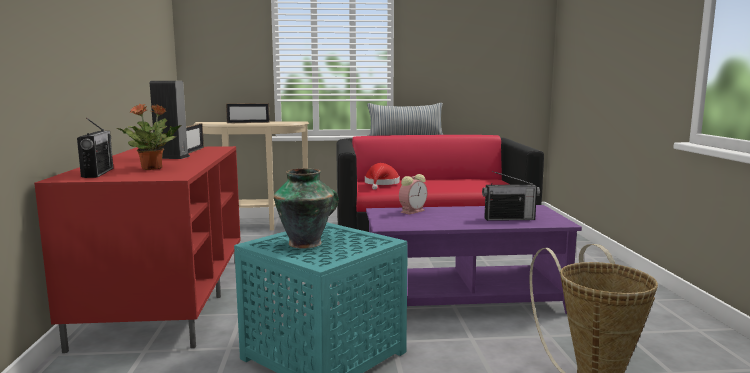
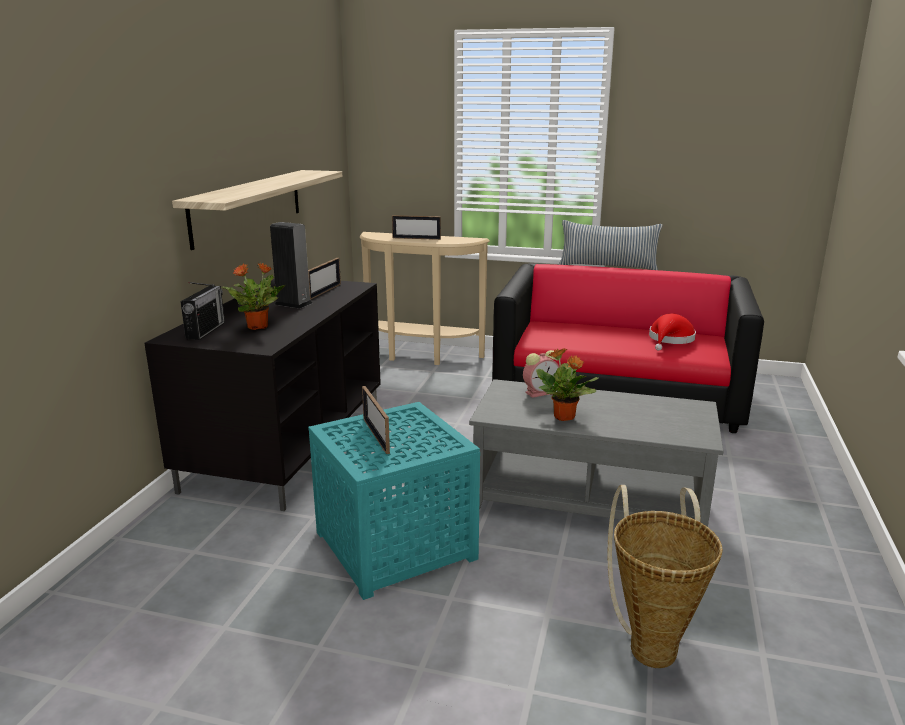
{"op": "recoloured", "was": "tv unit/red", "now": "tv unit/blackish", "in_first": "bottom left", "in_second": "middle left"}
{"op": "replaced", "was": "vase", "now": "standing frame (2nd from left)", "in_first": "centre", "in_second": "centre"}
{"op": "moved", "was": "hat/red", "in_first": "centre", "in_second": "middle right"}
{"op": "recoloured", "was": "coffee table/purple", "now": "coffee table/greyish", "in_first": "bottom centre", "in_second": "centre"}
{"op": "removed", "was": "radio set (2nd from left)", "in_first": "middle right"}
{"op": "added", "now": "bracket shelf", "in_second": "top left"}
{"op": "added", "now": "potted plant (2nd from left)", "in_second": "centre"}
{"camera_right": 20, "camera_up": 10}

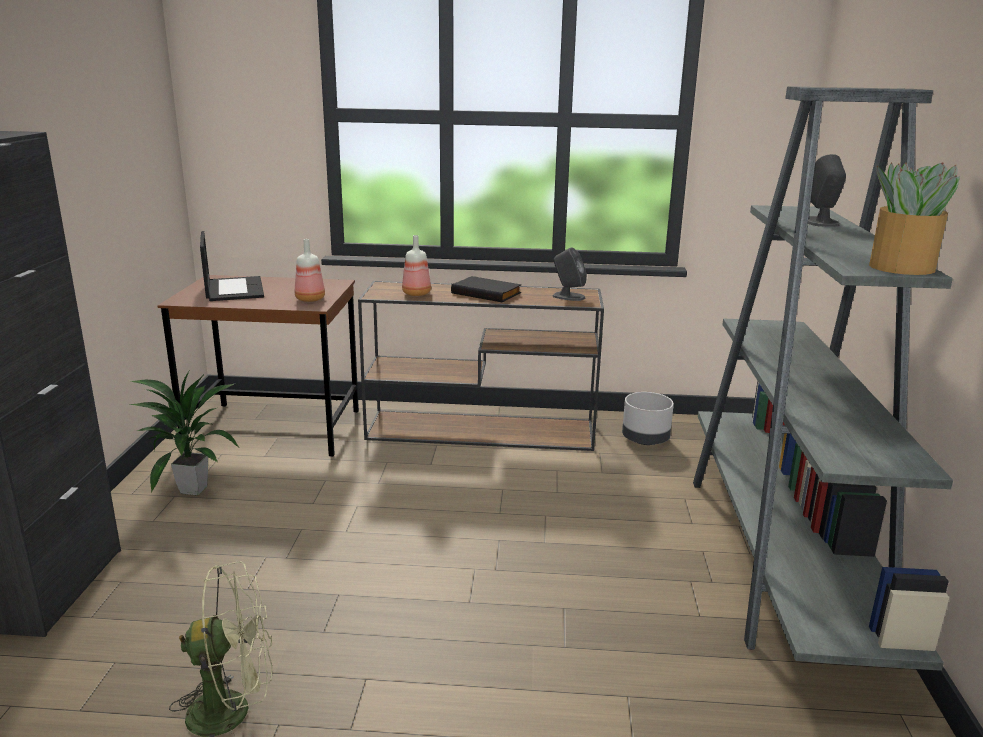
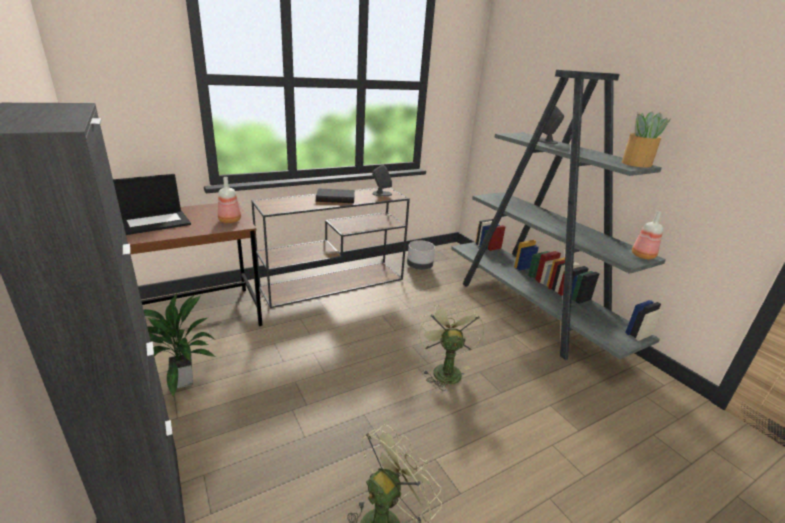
{"op": "turned", "was": "notebook computer", "in_first": "middle left", "in_second": "middle left", "clockwise": 105}
{"op": "moved", "was": "beverage bottle (2nd from left)", "in_first": "centre", "in_second": "middle right"}
{"op": "added", "now": "electric fan/green-coloured (2nd from left)", "in_second": "centre"}
{"camera_right": -35, "camera_up": 5}

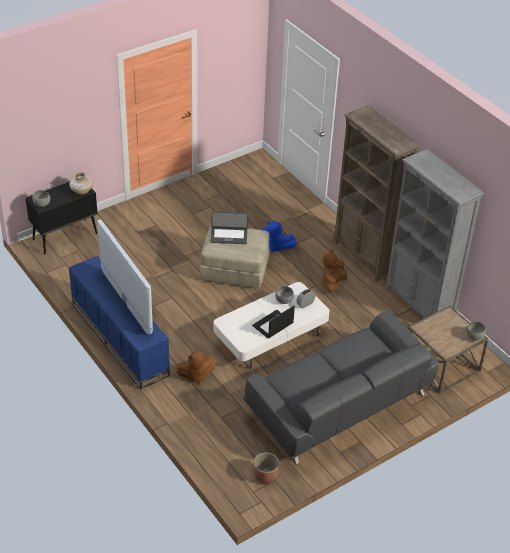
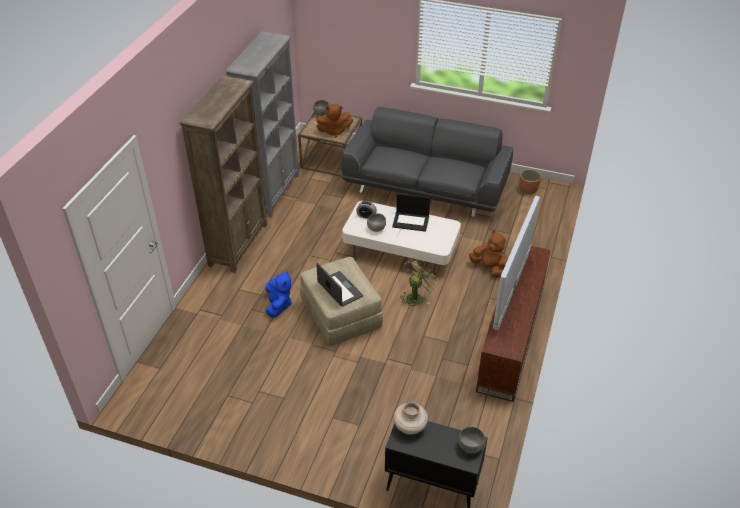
{"op": "recoloured", "was": "tv unit/bluish", "now": "tv unit/brown", "in_first": "middle left", "in_second": "middle right"}
{"op": "moved", "was": "soft toy/brown (2nd from left in the first image)", "now": "soft toy/brown (1st from left)", "in_first": "centre", "in_second": "top centre"}
{"op": "added", "now": "electric fan/green-coloured", "in_second": "centre"}
{"camera_right": -125, "camera_up": 0}

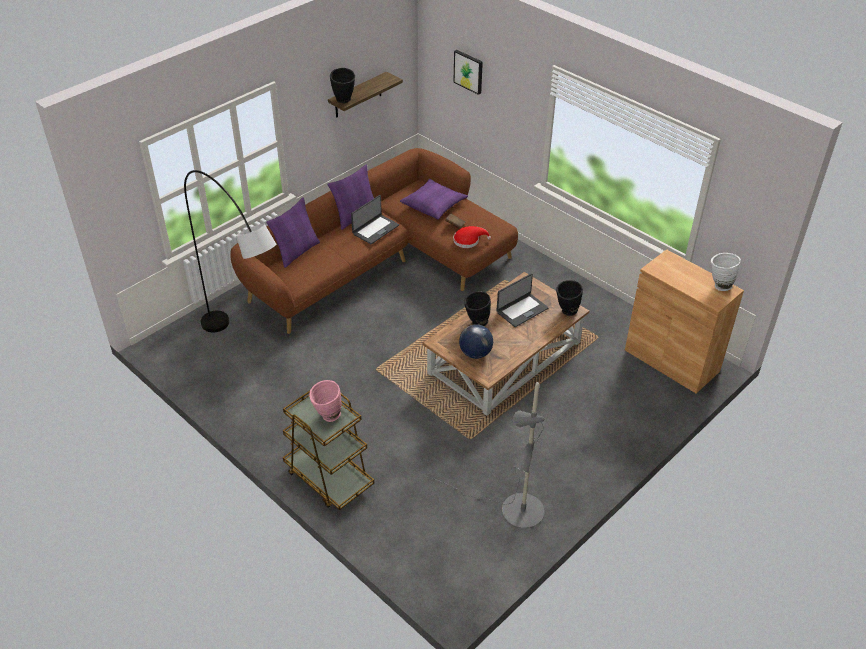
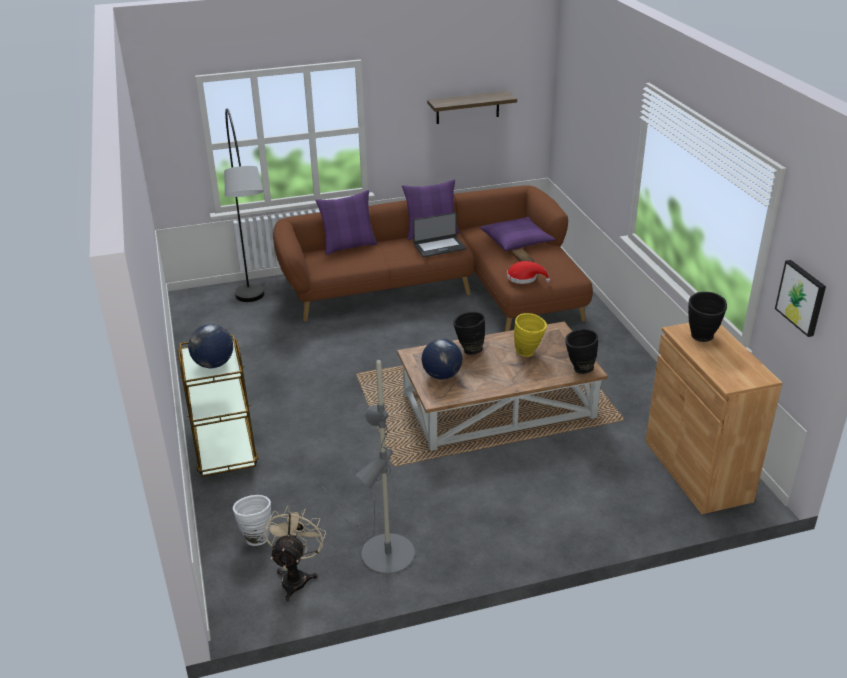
{"op": "replaced", "was": "vase/pink-coloured", "now": "globe (1st from left)", "in_first": "centre", "in_second": "middle left"}
{"op": "moved", "was": "vase/blackish (1st from left in the first image)", "now": "vase/blackish (3rd from left)", "in_first": "top centre", "in_second": "middle right"}
{"op": "moved", "was": "wall picture", "in_first": "top centre", "in_second": "middle right"}
{"op": "replaced", "was": "notebook computer (2nd from left)", "now": "vase/yellow-coloured", "in_first": "centre", "in_second": "centre"}
{"op": "moved", "was": "vase/white-coloured", "in_first": "middle right", "in_second": "bottom left"}
{"op": "added", "now": "electric fan/beige", "in_second": "bottom centre"}
{"camera_right": 30, "camera_up": -10}

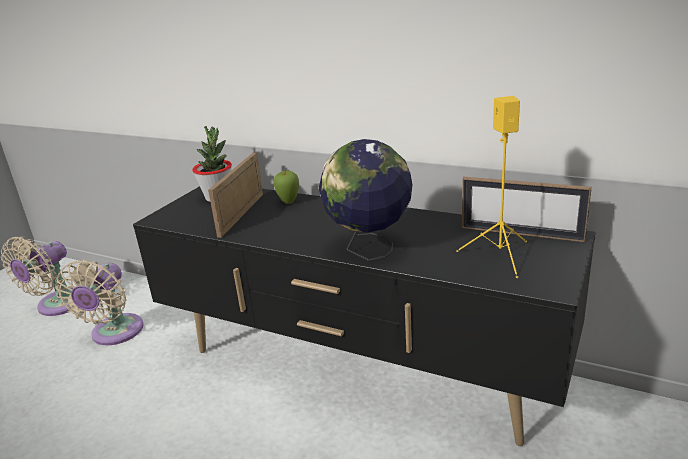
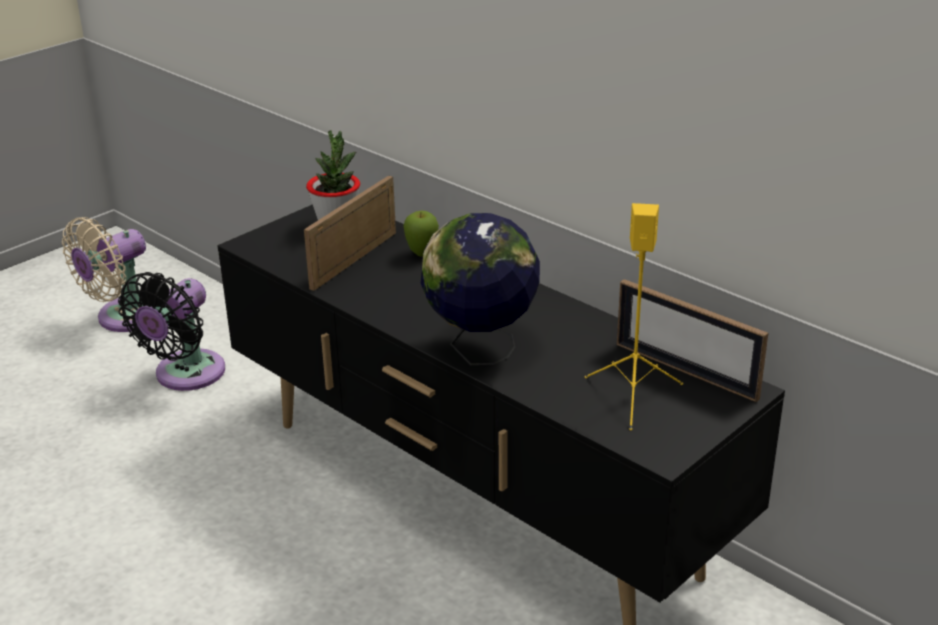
{"op": "recoloured", "was": "electric fan/beige (2nd from left)", "now": "electric fan/blackish", "in_first": "middle left", "in_second": "middle left"}
{"camera_right": 15, "camera_up": 5}

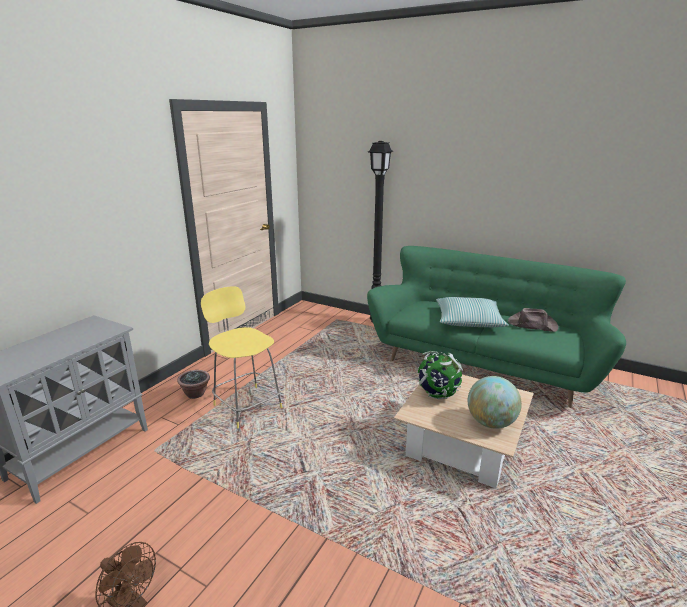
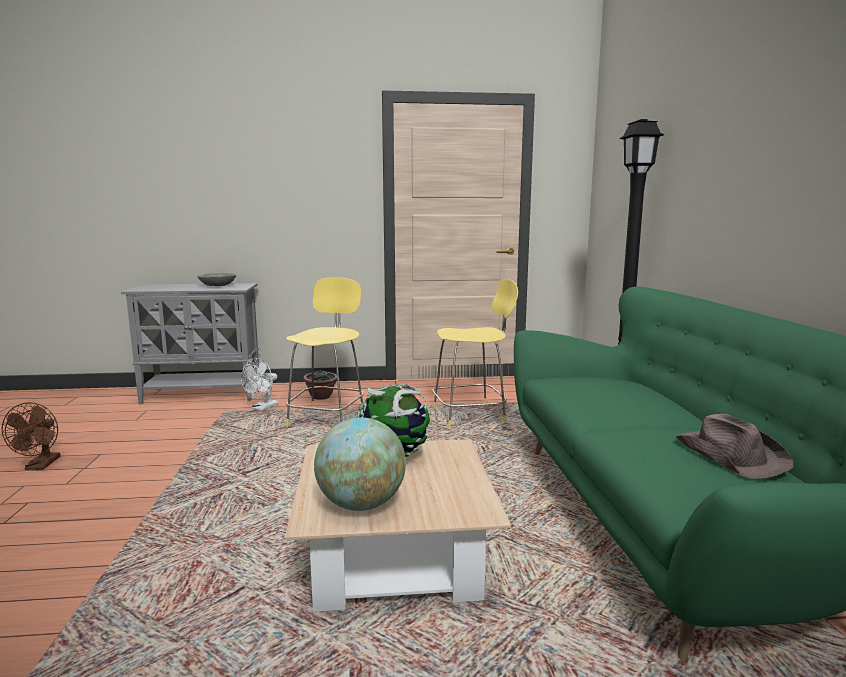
{"op": "removed", "was": "cushion", "in_first": "middle right"}
{"op": "added", "now": "deep dish/greyish", "in_second": "middle left"}
{"op": "added", "now": "electric fan/white-coloured", "in_second": "middle left"}
{"op": "added", "now": "stool seat/yellow-coloured (2nd from left)", "in_second": "centre"}
{"camera_right": 55, "camera_up": -10}

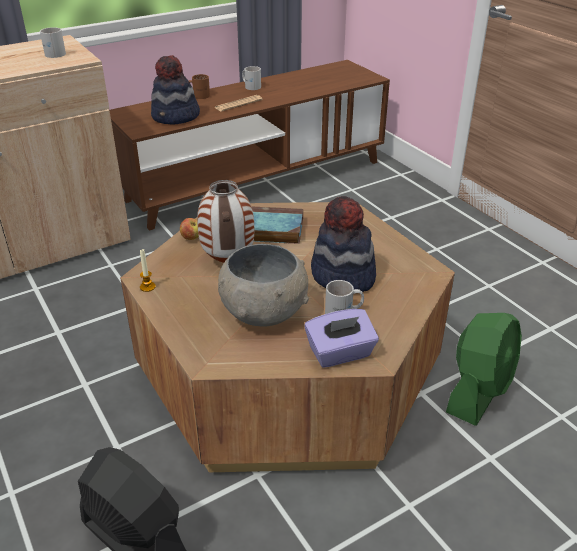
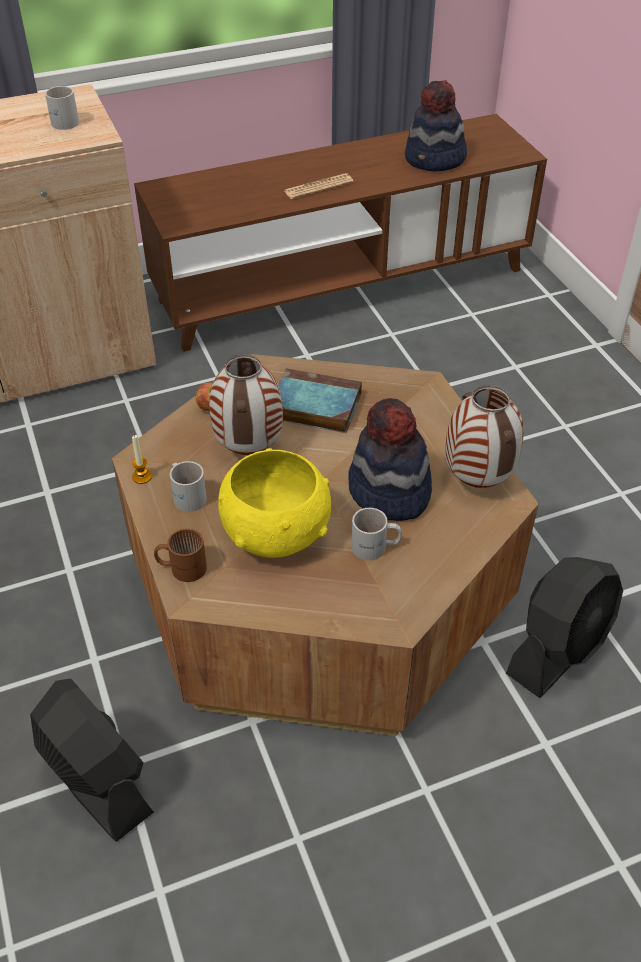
{"op": "moved", "was": "hat (1st from left in the first image)", "now": "hat (2nd from left)", "in_first": "top left", "in_second": "top right"}
{"op": "moved", "was": "mug/brown", "in_first": "top centre", "in_second": "middle left"}
{"op": "recoloured", "was": "deep dish/greyish", "now": "deep dish/yellow-coloured", "in_first": "centre", "in_second": "centre"}
{"op": "moved", "was": "mug/white-coloured (2nd from left)", "in_first": "top centre", "in_second": "middle left"}
{"op": "removed", "was": "tissue box/purple", "in_first": "centre"}
{"op": "recoloured", "was": "electric fan/green-coloured", "now": "electric fan/blackish (2nd from left)", "in_first": "bottom right", "in_second": "middle right"}
{"op": "added", "now": "vase (2nd from left)", "in_second": "middle right"}
{"camera_right": 10, "camera_up": 10}

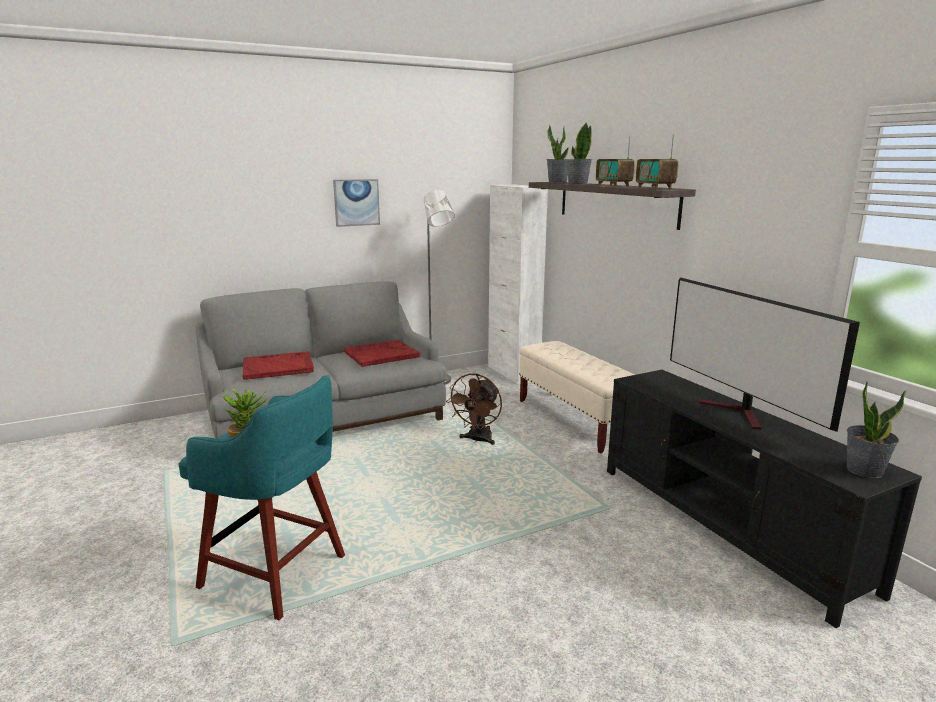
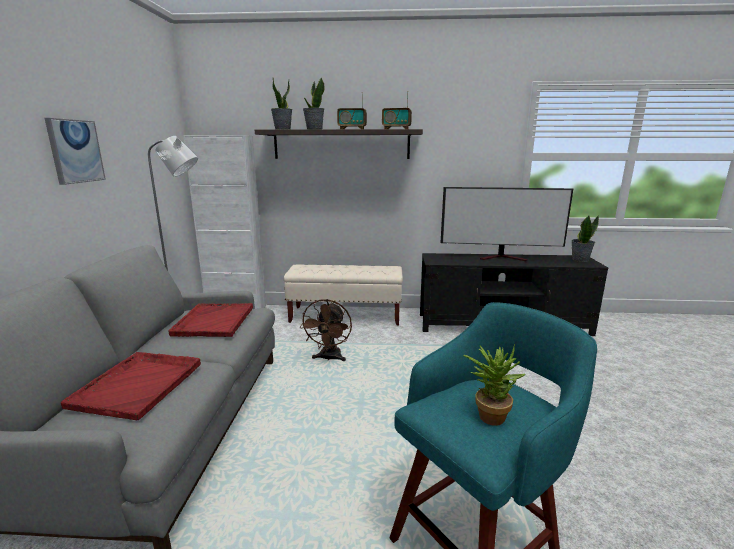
{"op": "turned", "was": "electric fan/brown", "in_first": "centre", "in_second": "centre", "clockwise": 45}
{"camera_right": -60, "camera_up": 0}

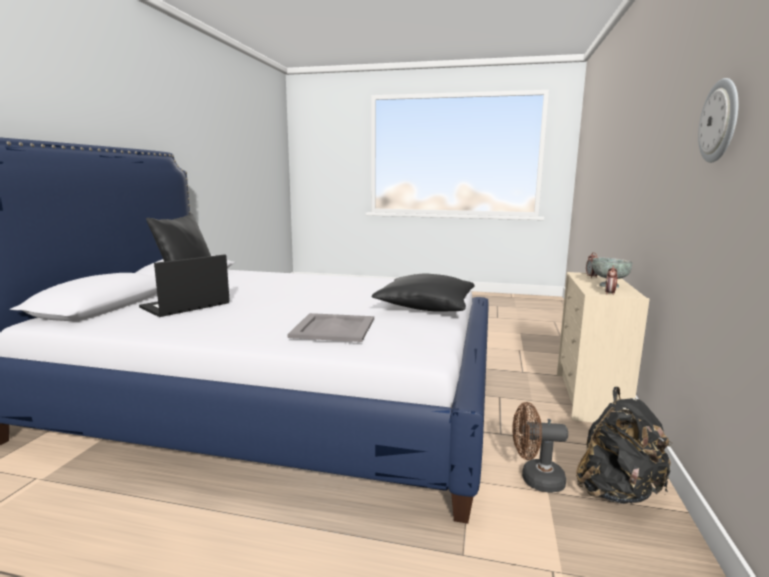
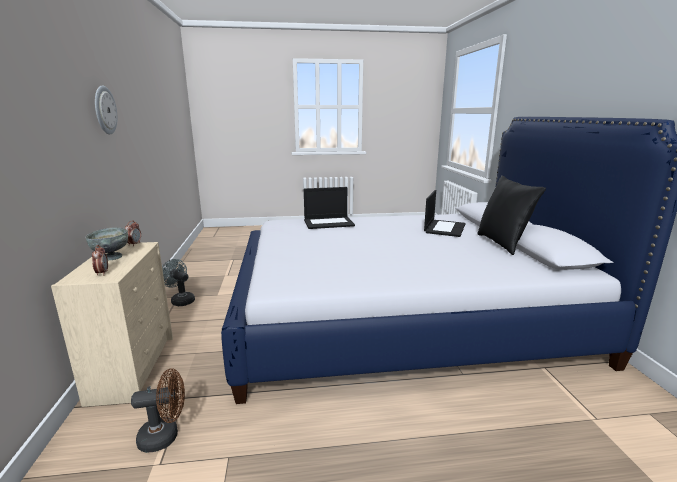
{"op": "replaced", "was": "carrying tray/greyish", "now": "notebook computer (1st from left)", "in_first": "centre", "in_second": "centre"}
{"op": "removed", "was": "cushion/blackish (2nd from left)", "in_first": "centre"}
{"op": "moved", "was": "electric fan/brown", "in_first": "bottom right", "in_second": "bottom left"}
{"op": "replaced", "was": "rucksack/blackish", "now": "electric fan/greyish", "in_first": "bottom right", "in_second": "middle left"}
{"camera_right": 160, "camera_up": 5}

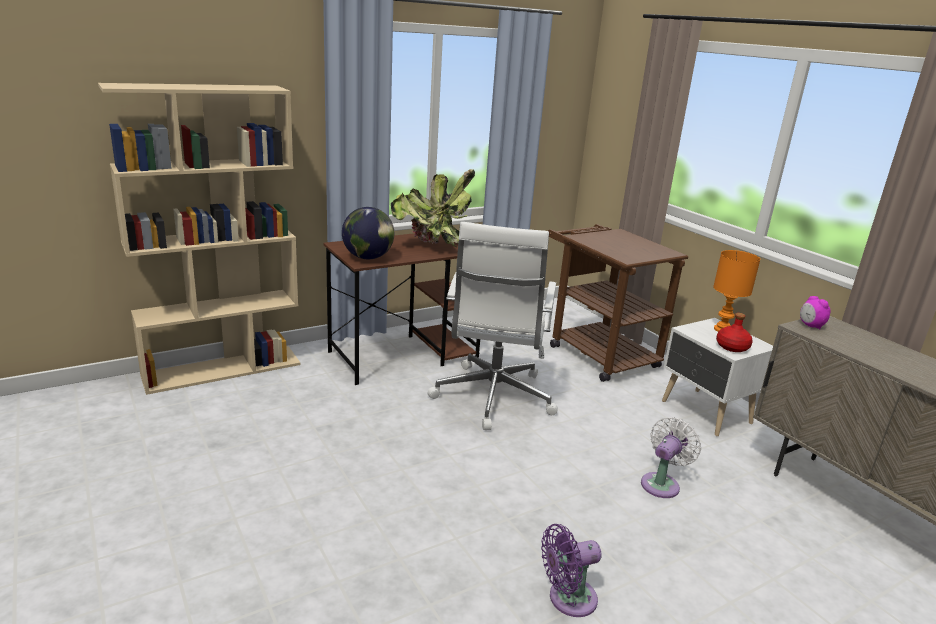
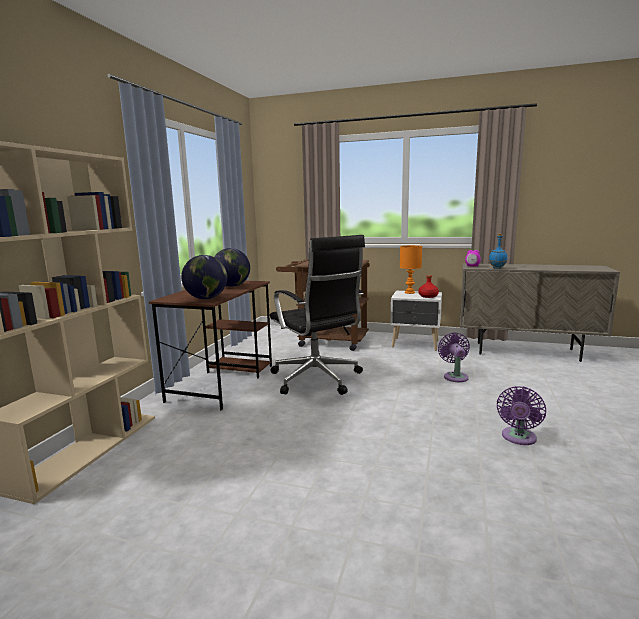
{"op": "replaced", "was": "potted plant", "now": "globe (2nd from left)", "in_first": "centre", "in_second": "centre"}
{"op": "recoloured", "was": "desk chair/white-coloured", "now": "desk chair/blackish", "in_first": "centre", "in_second": "centre"}
{"op": "recoloured", "was": "electric fan/white-coloured", "now": "electric fan/purple (1st from left)", "in_first": "bottom right", "in_second": "middle right"}
{"op": "added", "now": "beverage bottle/bluish", "in_second": "middle right"}
{"camera_right": -40, "camera_up": -10}

